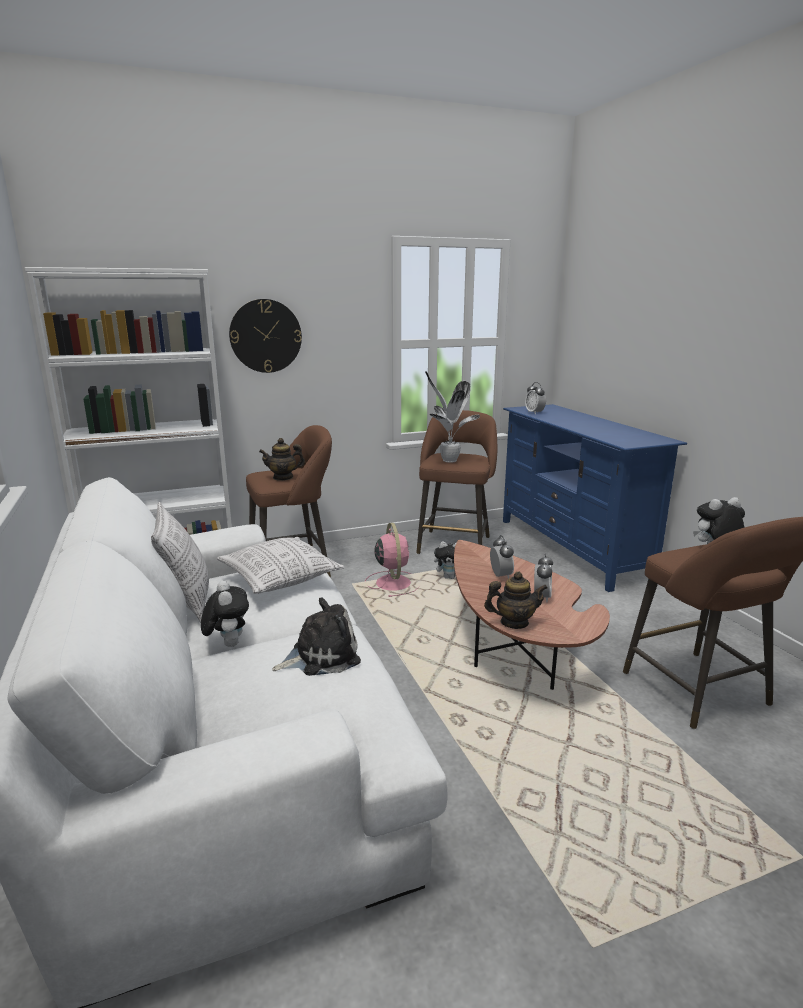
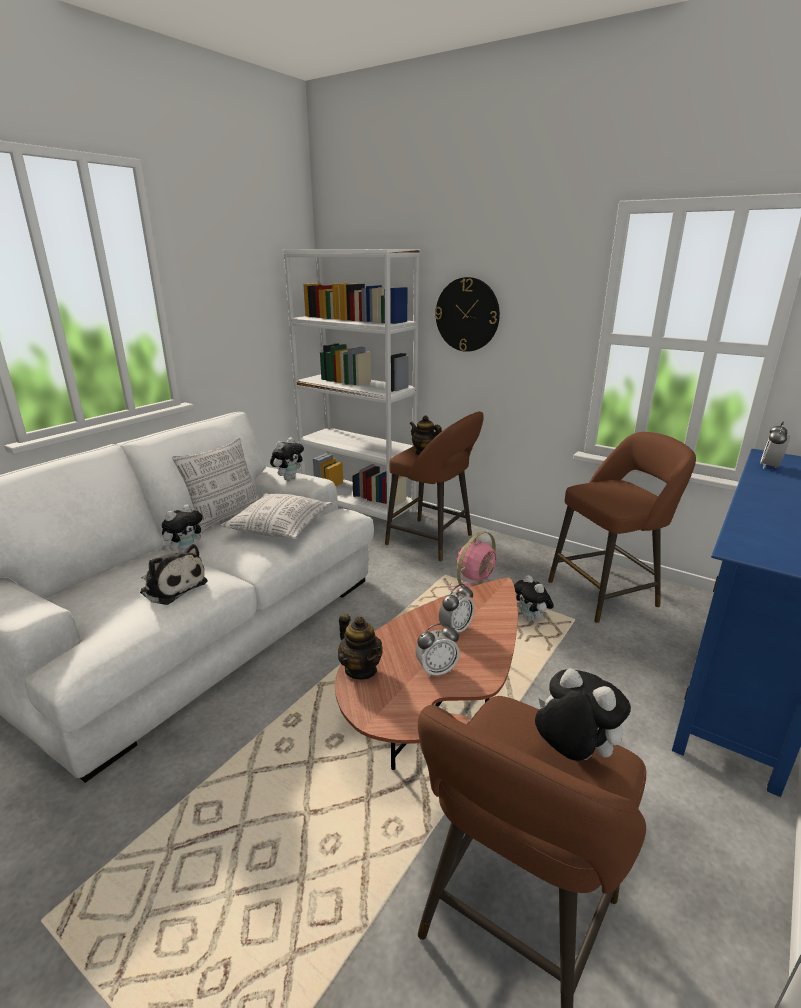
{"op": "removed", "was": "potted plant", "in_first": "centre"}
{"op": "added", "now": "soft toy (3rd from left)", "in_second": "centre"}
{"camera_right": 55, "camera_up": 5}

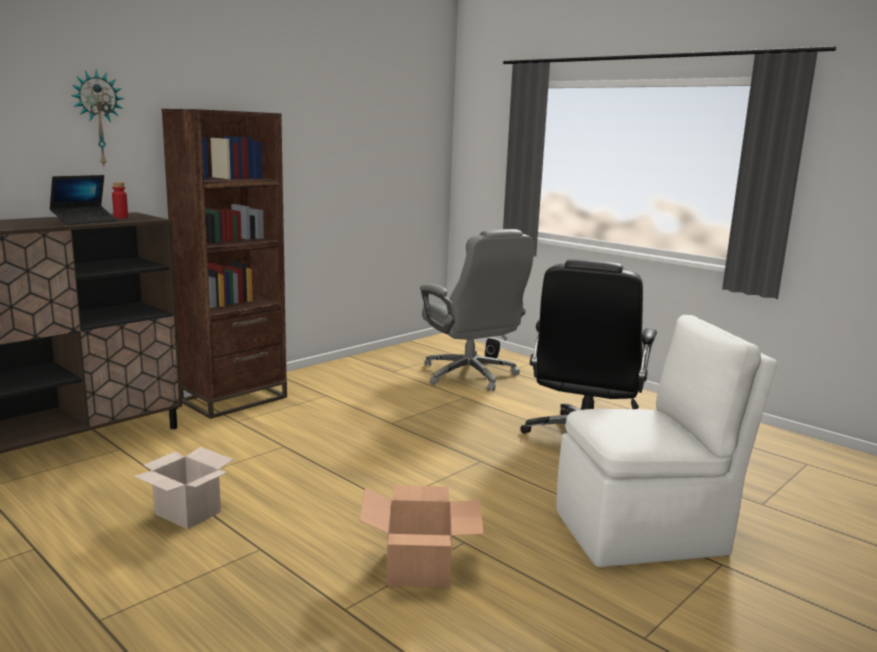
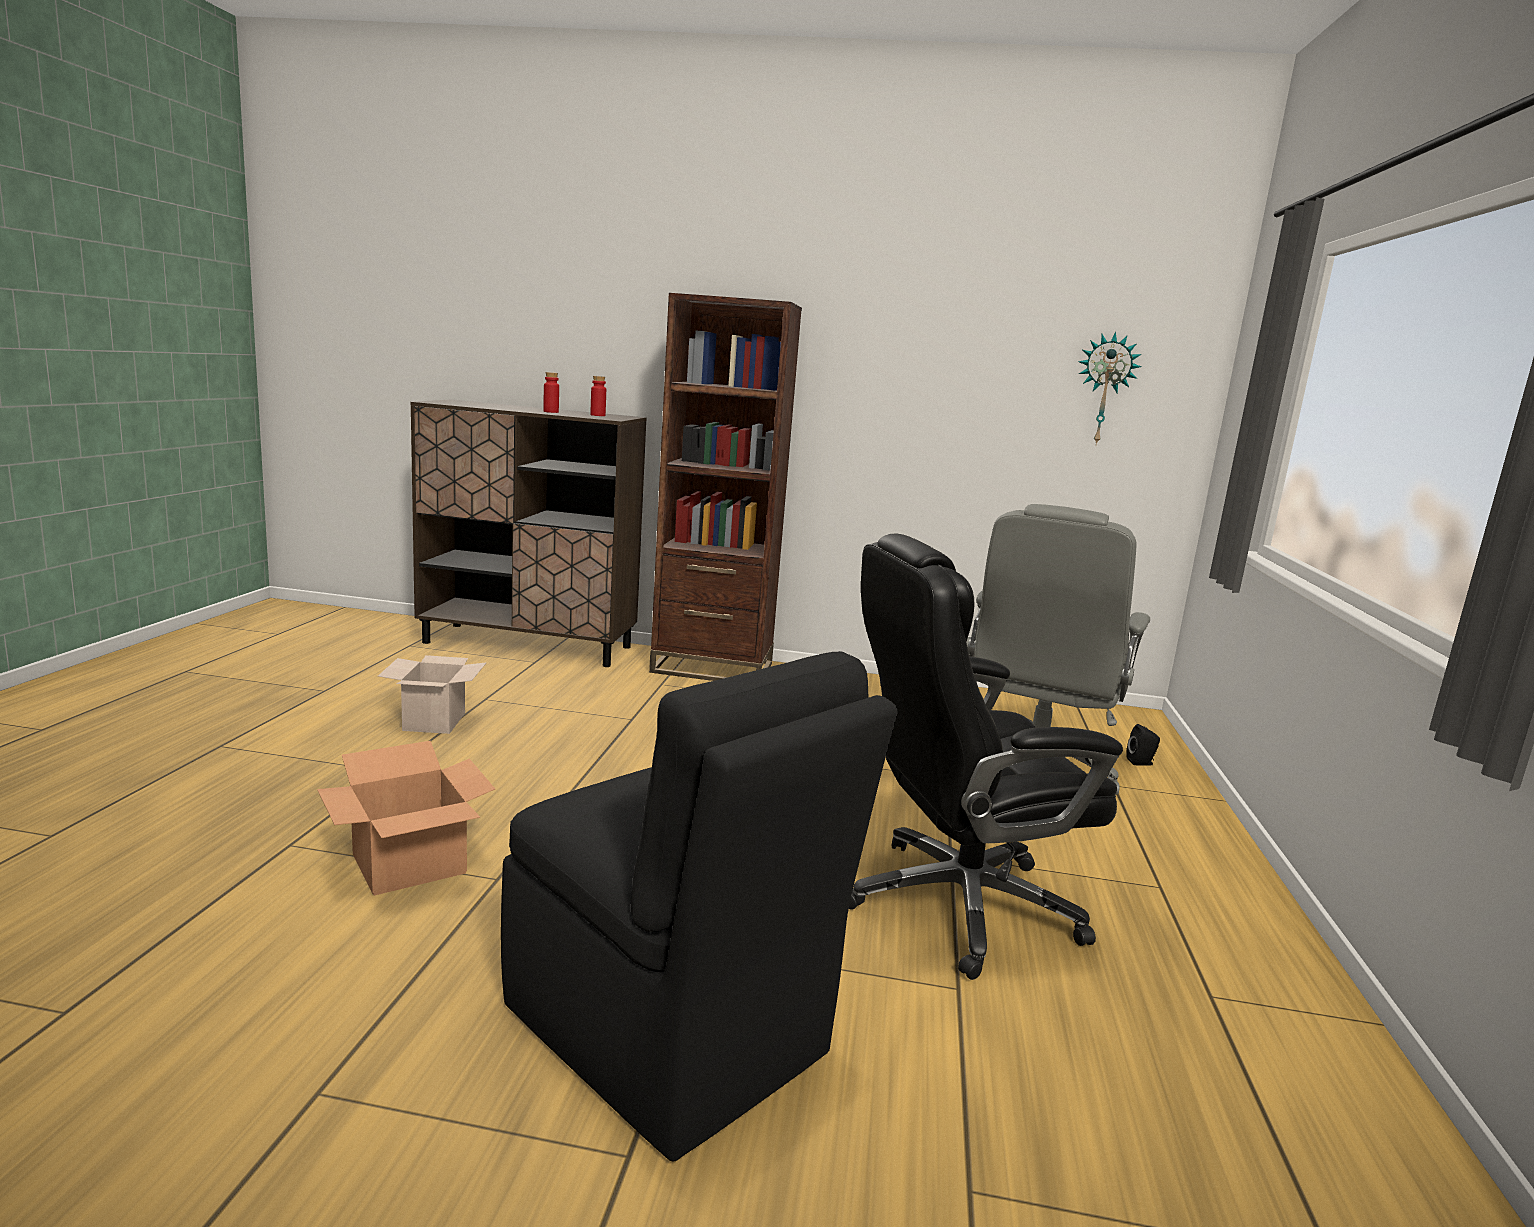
{"op": "replaced", "was": "notebook computer", "now": "beverage bottle/red (1st from left)", "in_first": "top left", "in_second": "top centre"}
{"op": "moved", "was": "wall clock", "in_first": "top left", "in_second": "top right"}
{"op": "recoloured", "was": "chair/white-coloured", "now": "chair/blackish", "in_first": "bottom right", "in_second": "bottom centre"}
{"camera_right": 55, "camera_up": 0}

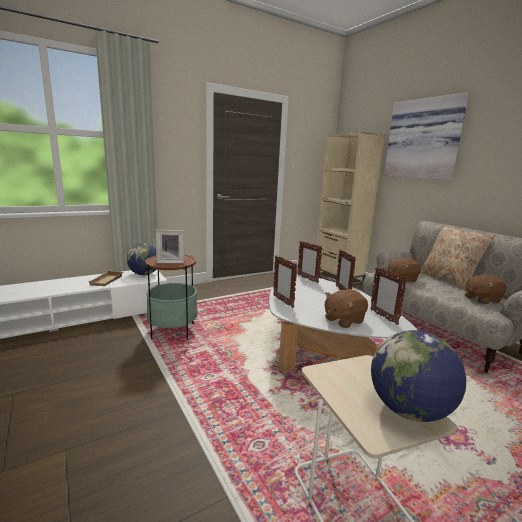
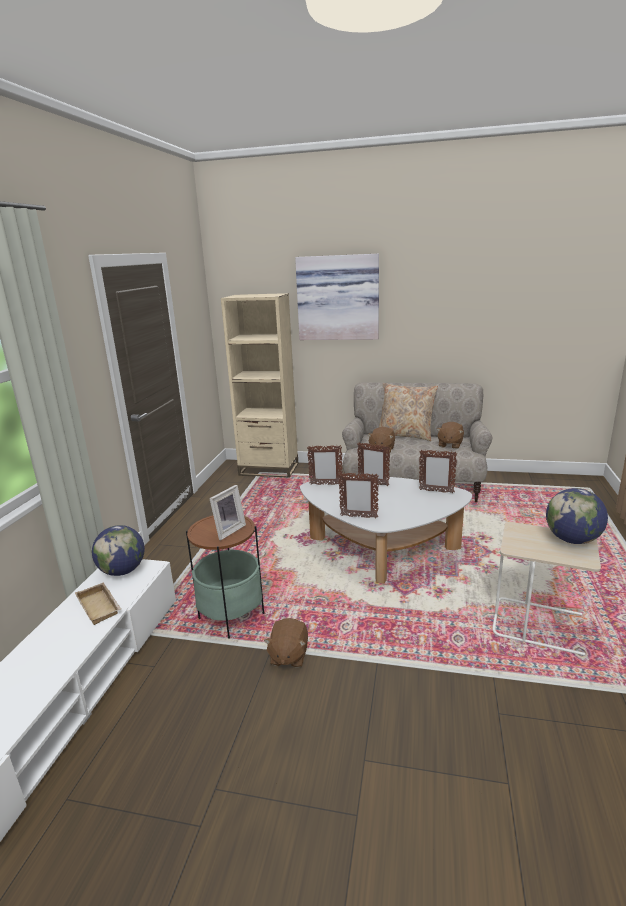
{"op": "moved", "was": "soft toy/brown (1st from left)", "in_first": "centre", "in_second": "bottom centre"}
{"camera_right": -45, "camera_up": 5}

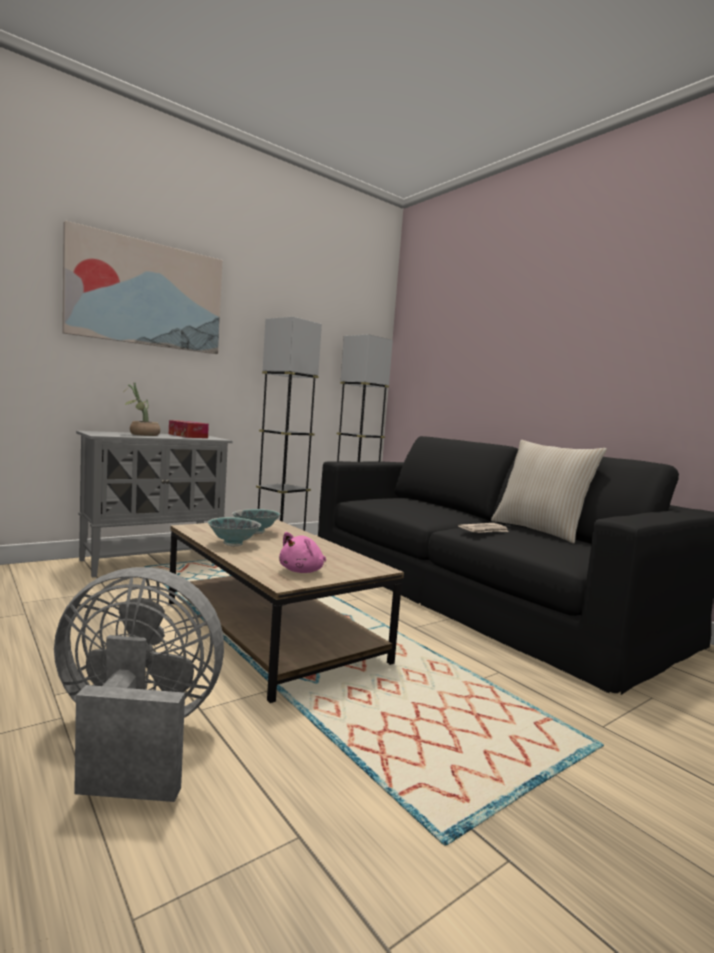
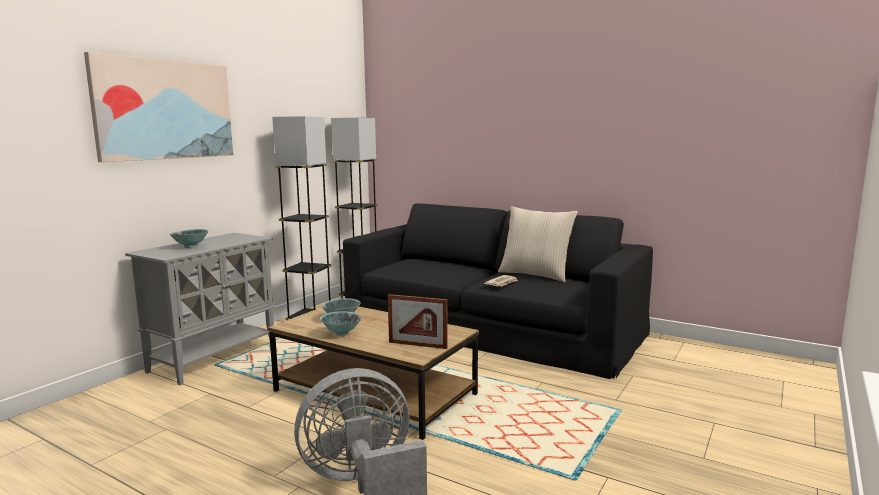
{"op": "replaced", "was": "potted plant", "now": "deep dish (1st from left)", "in_first": "middle left", "in_second": "middle left"}
{"op": "removed", "was": "tissue box", "in_first": "middle left"}
{"op": "replaced", "was": "soft toy/pink-coloured", "now": "standing frame", "in_first": "centre", "in_second": "centre"}
{"camera_right": -20, "camera_up": 5}

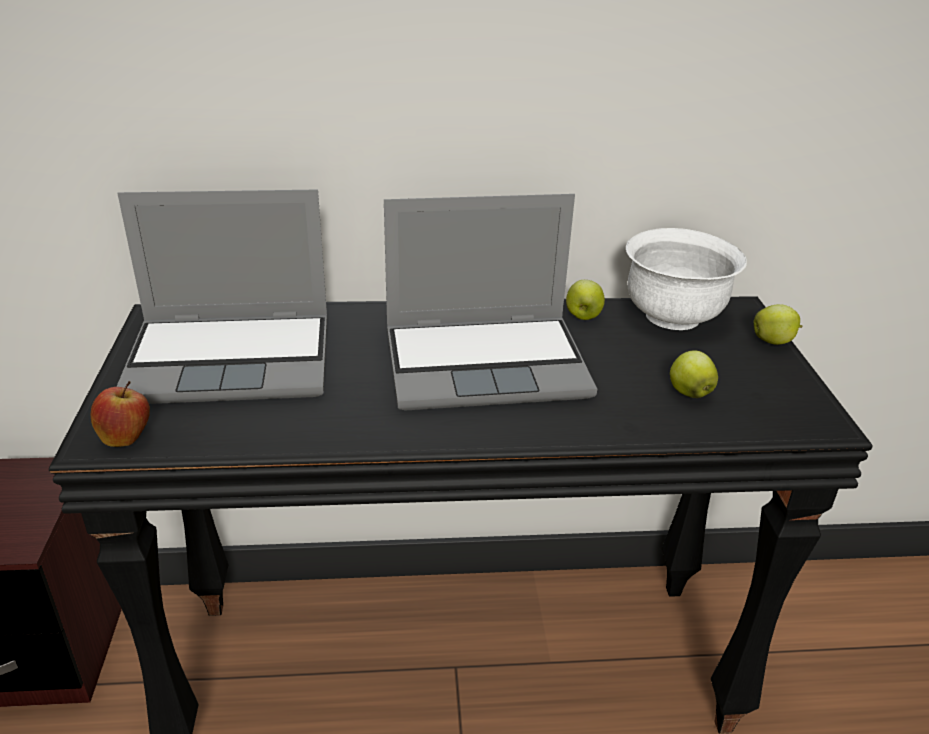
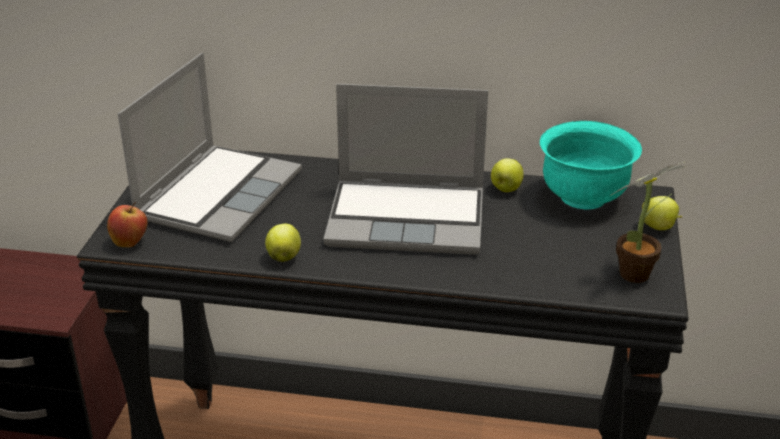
{"op": "turned", "was": "notebook computer (1st from left)", "in_first": "middle left", "in_second": "middle left", "clockwise": -75}
{"op": "recoloured", "was": "deep dish/white-coloured", "now": "deep dish/blue-green", "in_first": "middle right", "in_second": "middle right"}
{"op": "moved", "was": "whole apple (3rd from left in the first image)", "now": "whole apple (2nd from left)", "in_first": "middle right", "in_second": "centre"}
{"op": "added", "now": "potted plant", "in_second": "middle right"}
{"camera_right": 15, "camera_up": 0}

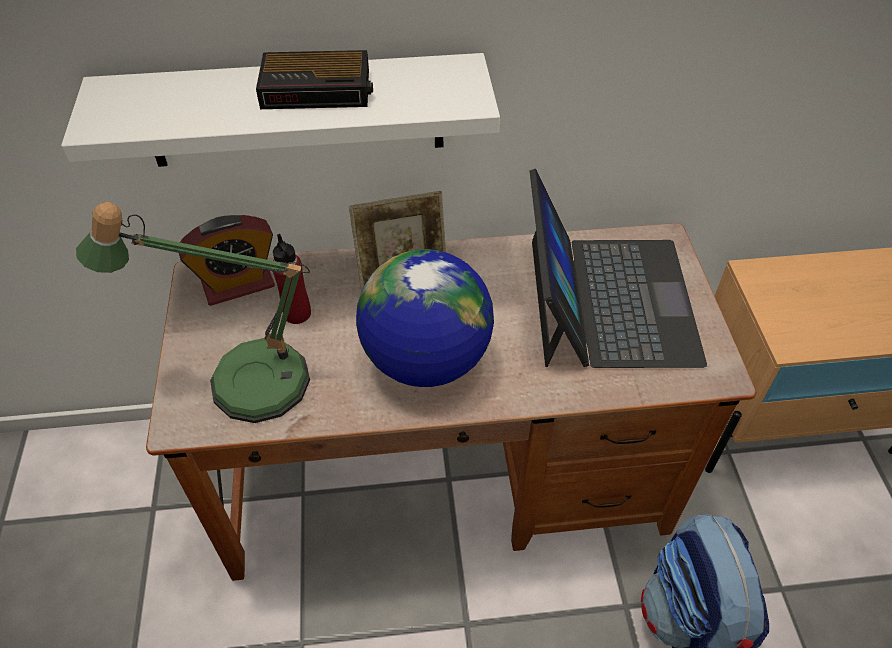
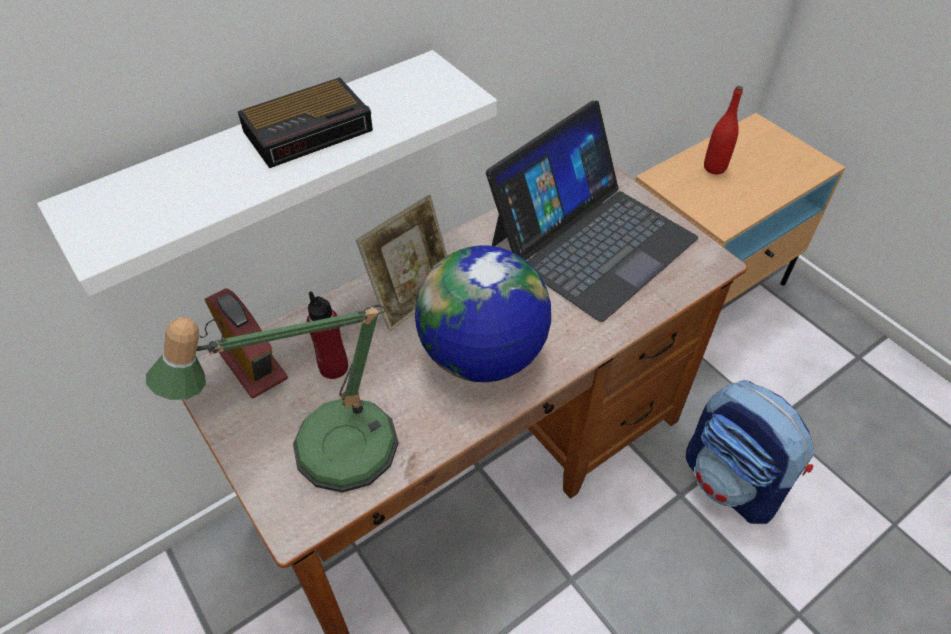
{"op": "turned", "was": "bedside clock (1st from left)", "in_first": "middle left", "in_second": "middle left", "clockwise": -75}
{"op": "turned", "was": "notebook computer", "in_first": "middle right", "in_second": "top centre", "clockwise": 75}
{"op": "added", "now": "beverage bottle/red (2nd from left)", "in_second": "top right"}
{"camera_right": -30, "camera_up": 0}

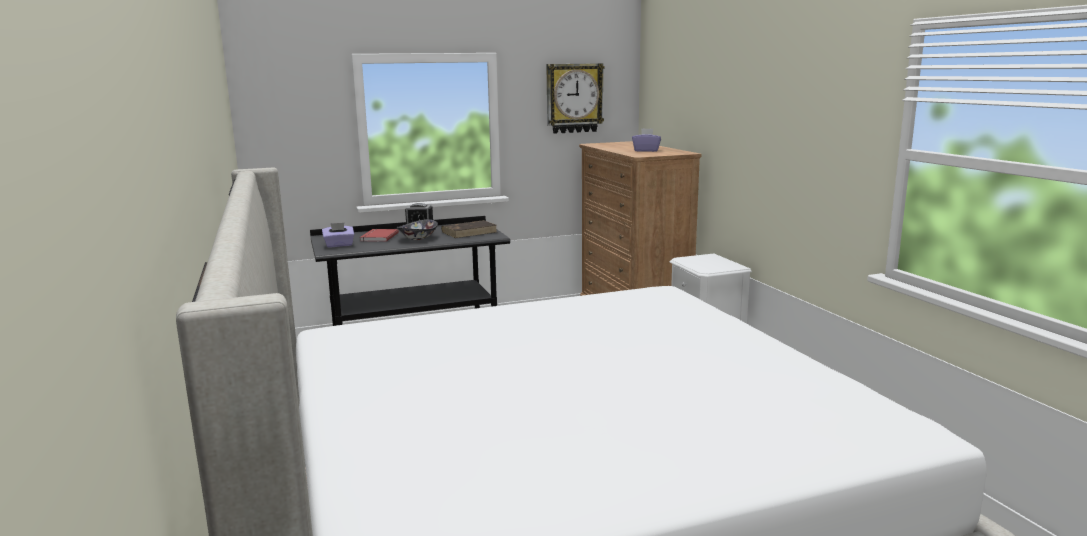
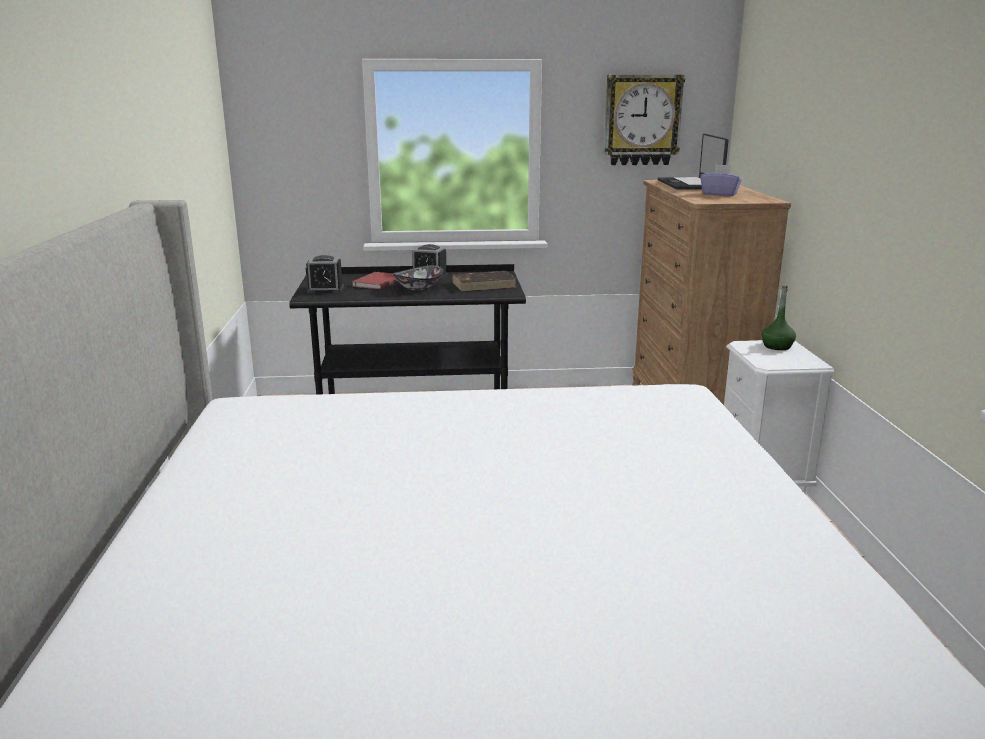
{"op": "replaced", "was": "tissue box/purple (1st from left)", "now": "bedside clock (1st from left)", "in_first": "middle left", "in_second": "middle left"}
{"op": "added", "now": "notebook computer", "in_second": "top right"}
{"op": "added", "now": "beverage bottle/green-coloured", "in_second": "middle right"}
{"camera_right": 15, "camera_up": 5}

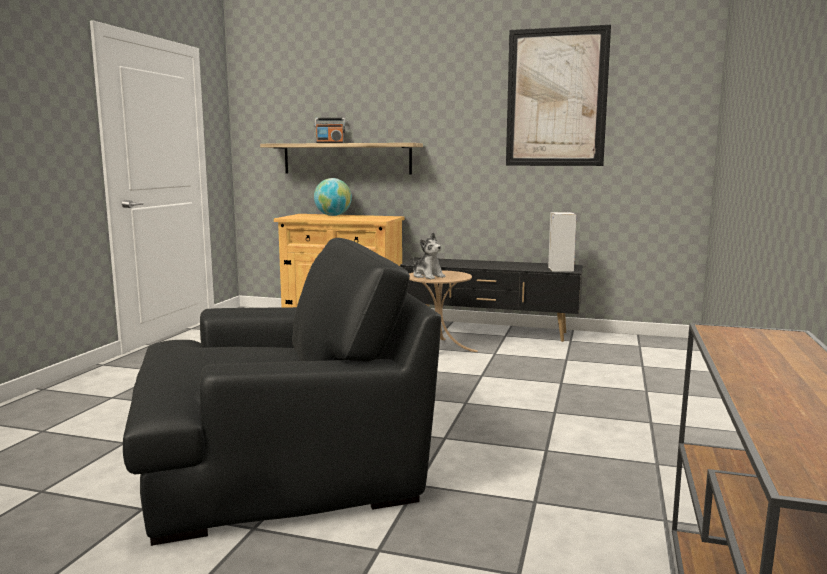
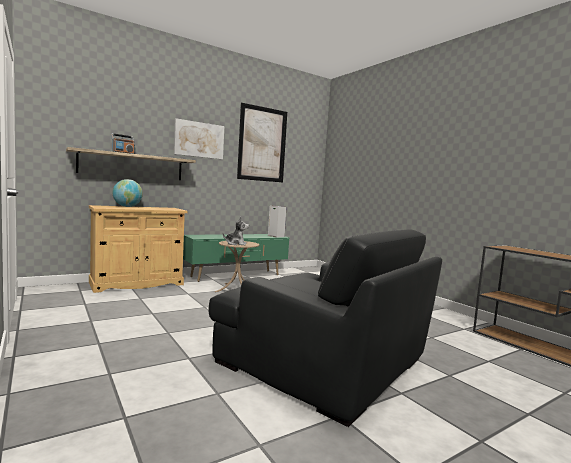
{"op": "turned", "was": "armchair/blackish", "in_first": "bottom centre", "in_second": "bottom centre", "clockwise": 105}
{"op": "recoloured", "was": "tv unit/blackish", "now": "tv unit/green-coloured", "in_first": "centre", "in_second": "centre"}
{"op": "added", "now": "wall picture (1st from left)", "in_second": "top centre"}
{"camera_right": -50, "camera_up": -5}

